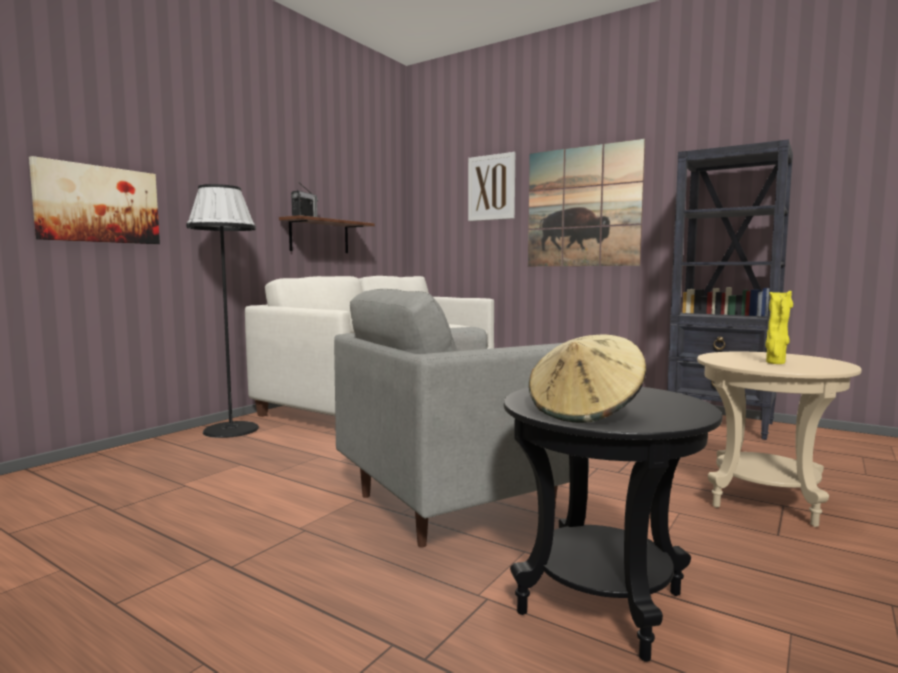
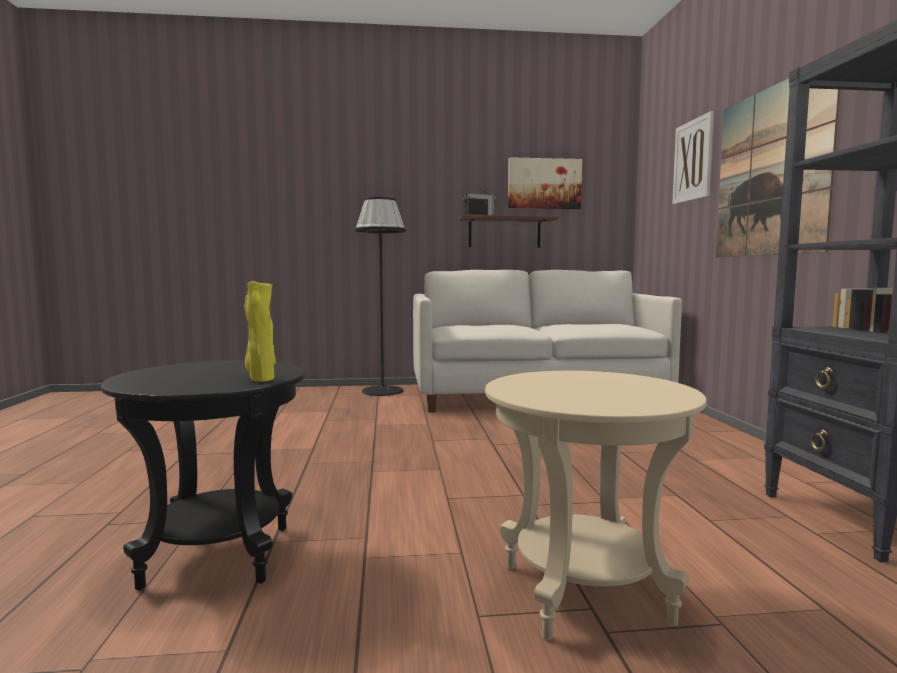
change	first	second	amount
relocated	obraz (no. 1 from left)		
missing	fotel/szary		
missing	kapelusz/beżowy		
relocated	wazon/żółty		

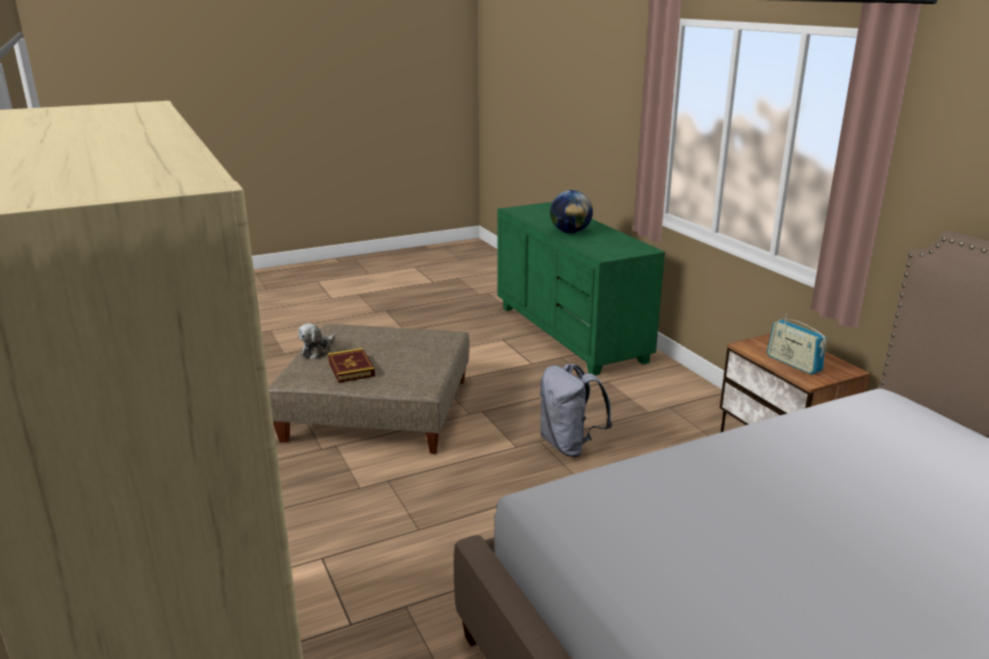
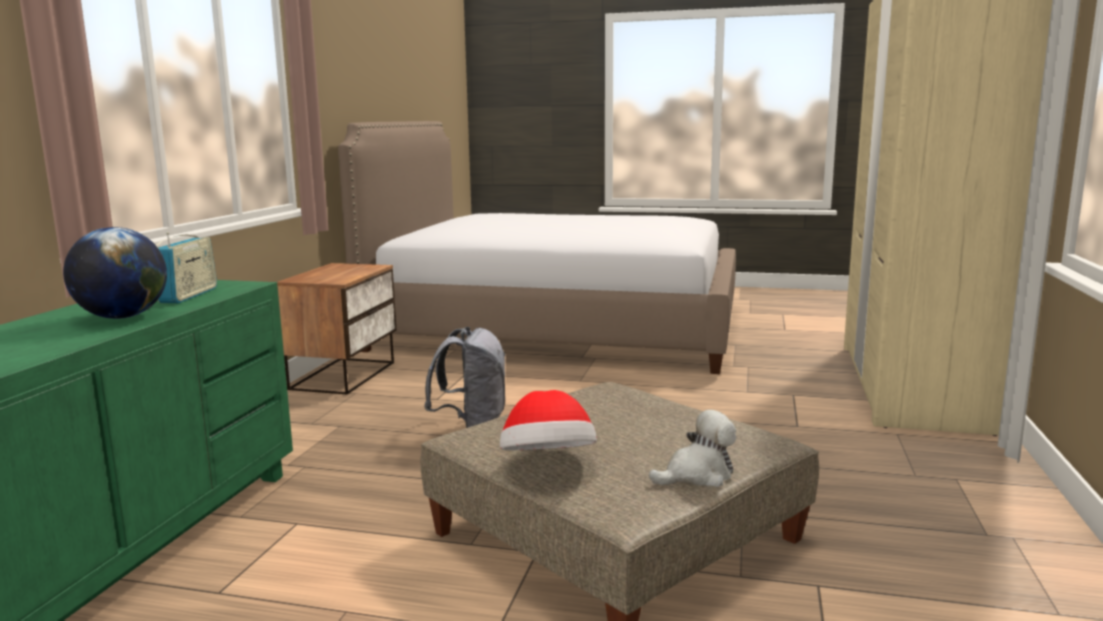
change	first	second	amount
missing	książka		
relocated	radio		
appeared		kapelusz	

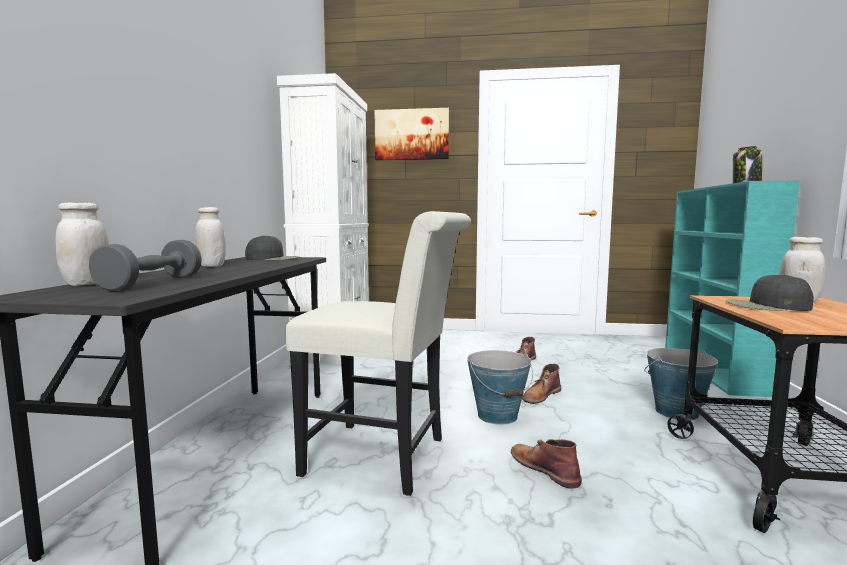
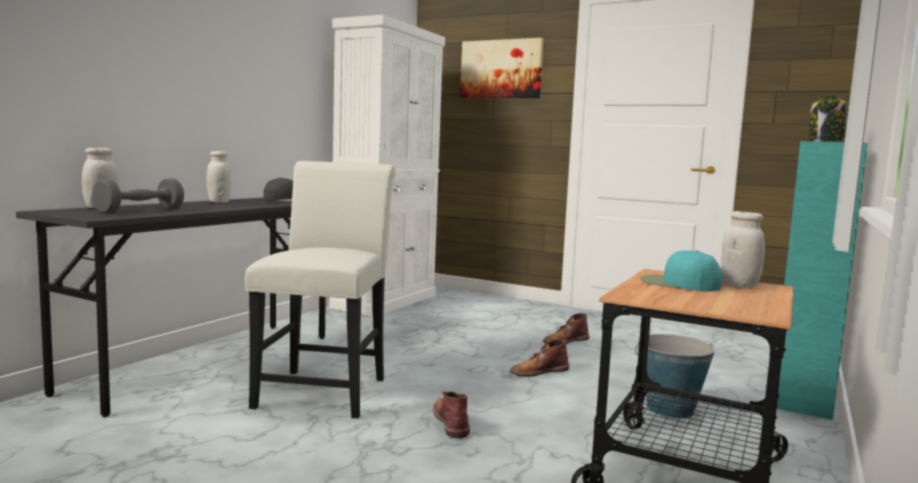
change	first	second	amount
spun	krzesło/biały		120 degrees counterclockwise
missing	wiadro (no. 1 from left)		
colour	czapka z daszkiem/czarny (no. 2 from left)	czapka z daszkiem/turkusowy	

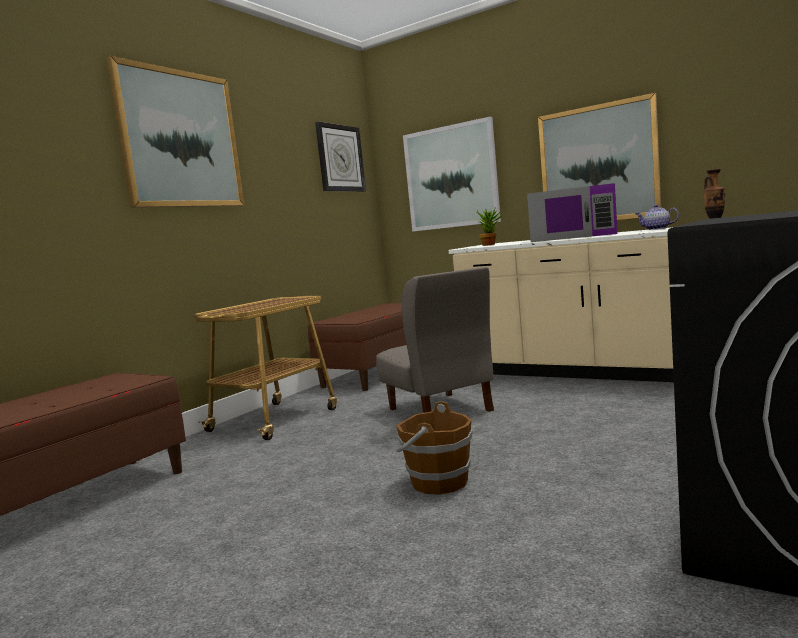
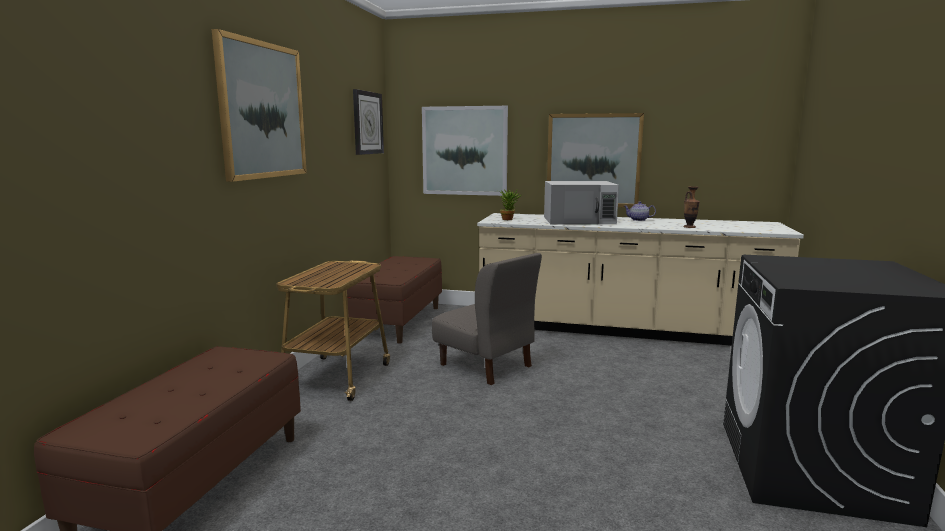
change	first	second	amount
missing	wiadro/brązowy		
colour	mikrofalówka/fioletowy	mikrofalówka/biały	

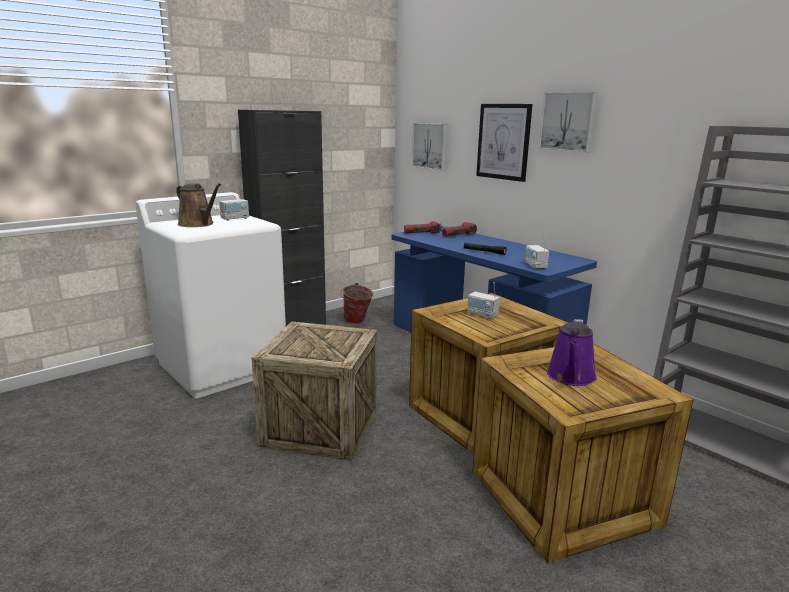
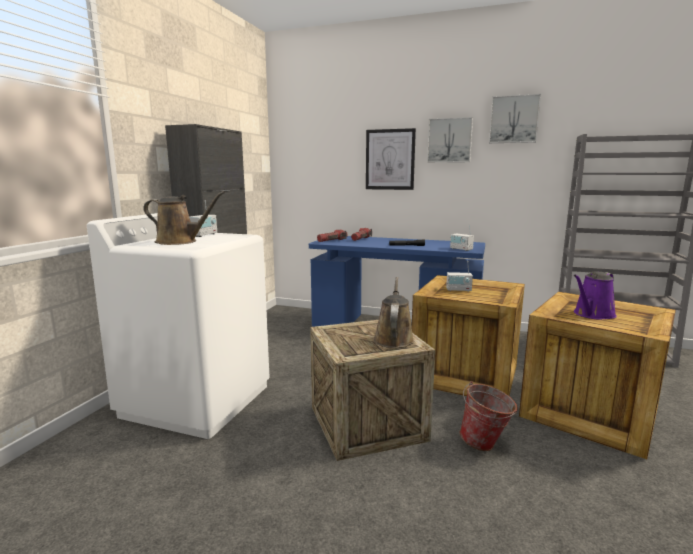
change	first	second	amount
relocated	wiadro		
relocated	obraz (no. 1 from left in the first image)	obraz (no. 3 from left)	
spun	konewka/fioletowy		60 degrees clockwise
appeared		konewka/brązowy (no. 2 from left)	

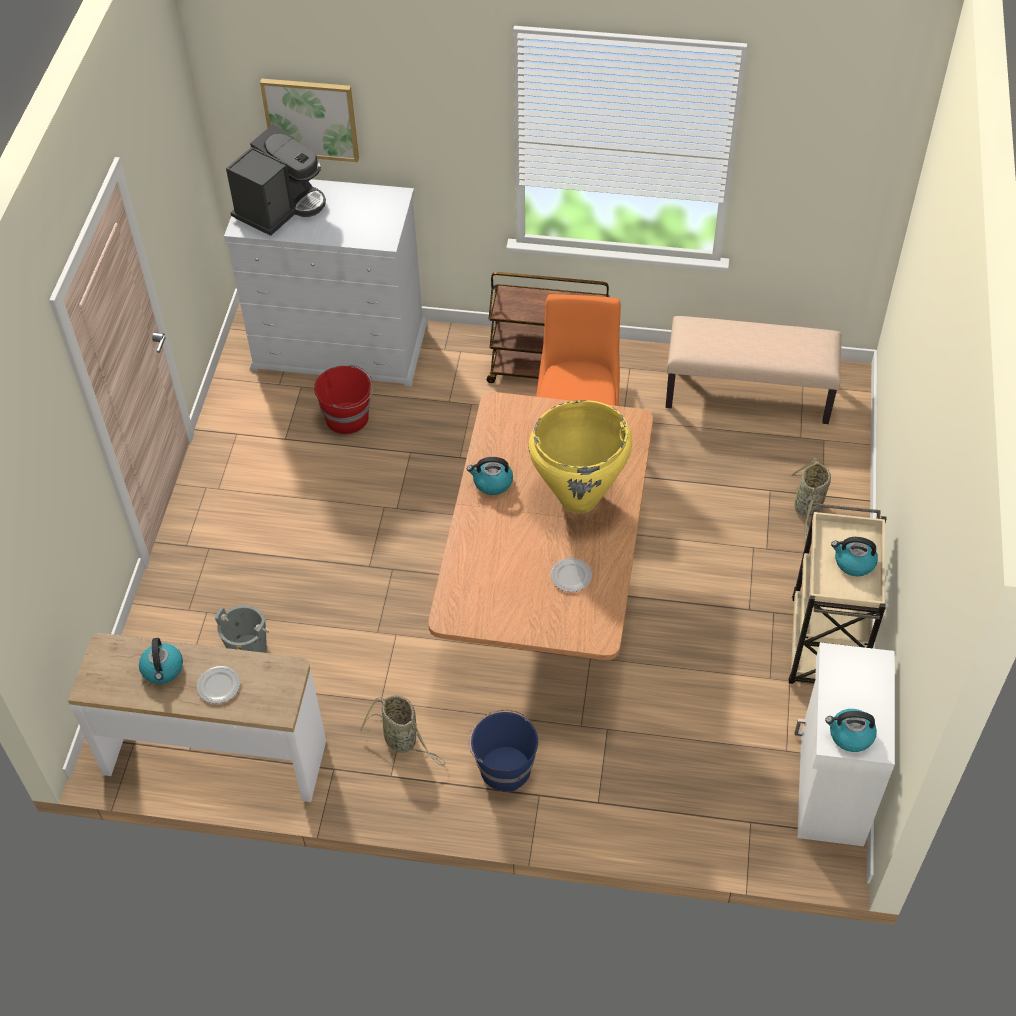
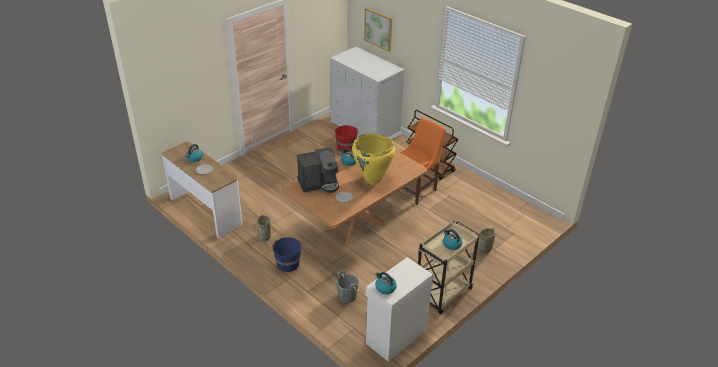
change	first	second	amount
relocated	wiadro/szary		
relocated	ekspres do kawy		
missing	ławka/beżowy		

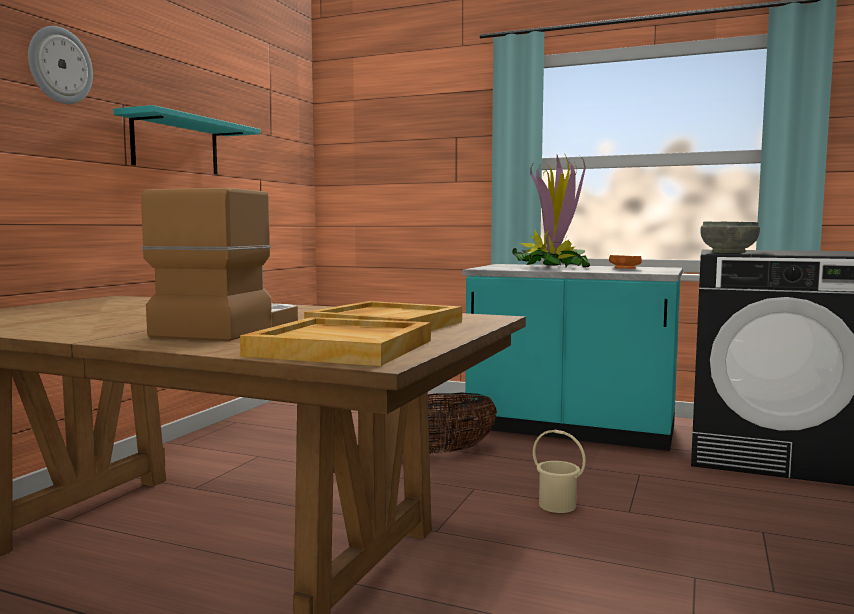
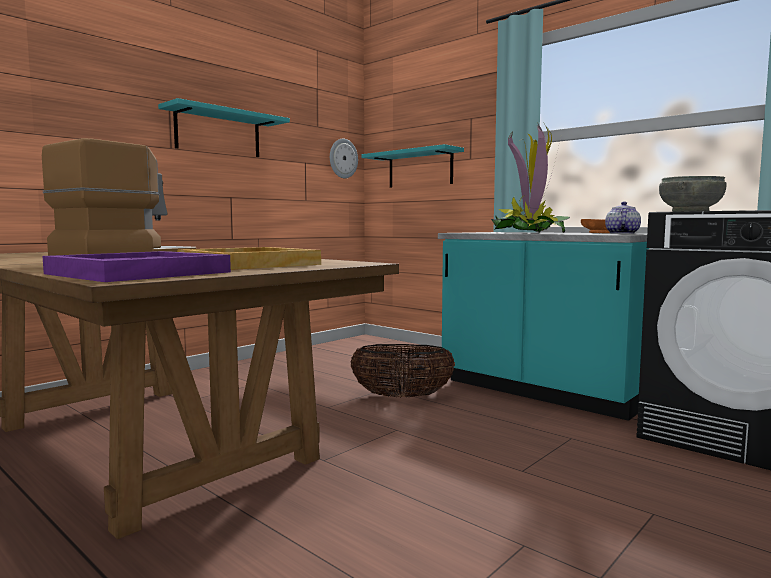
change	first	second	amount
relocated	zegar ścienny		
colour	taca/beżowy (no. 1 from left)	taca/fioletowy	
missing	wiadro/beżowy		
appeared		półka/turkusowy (no. 2 from left)	
appeared		imbryk	

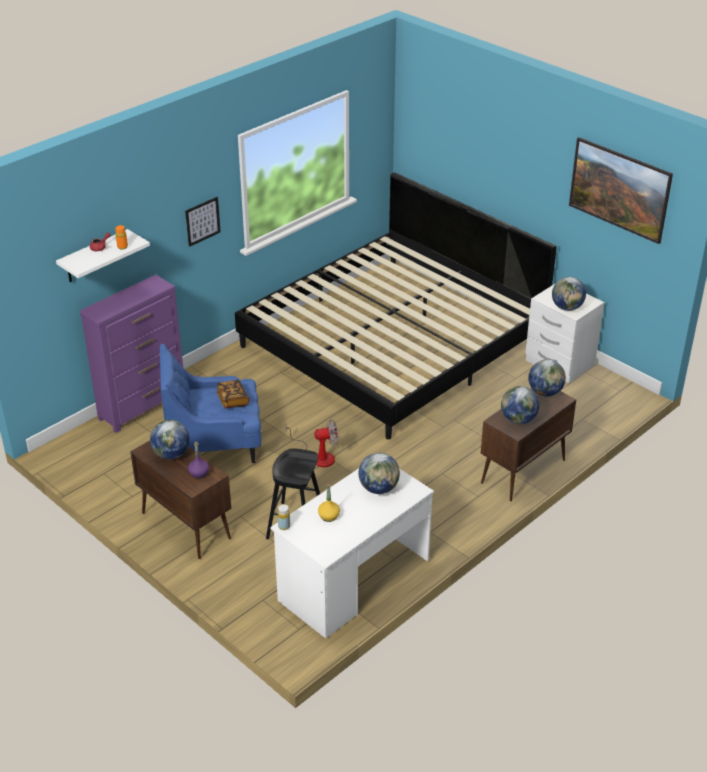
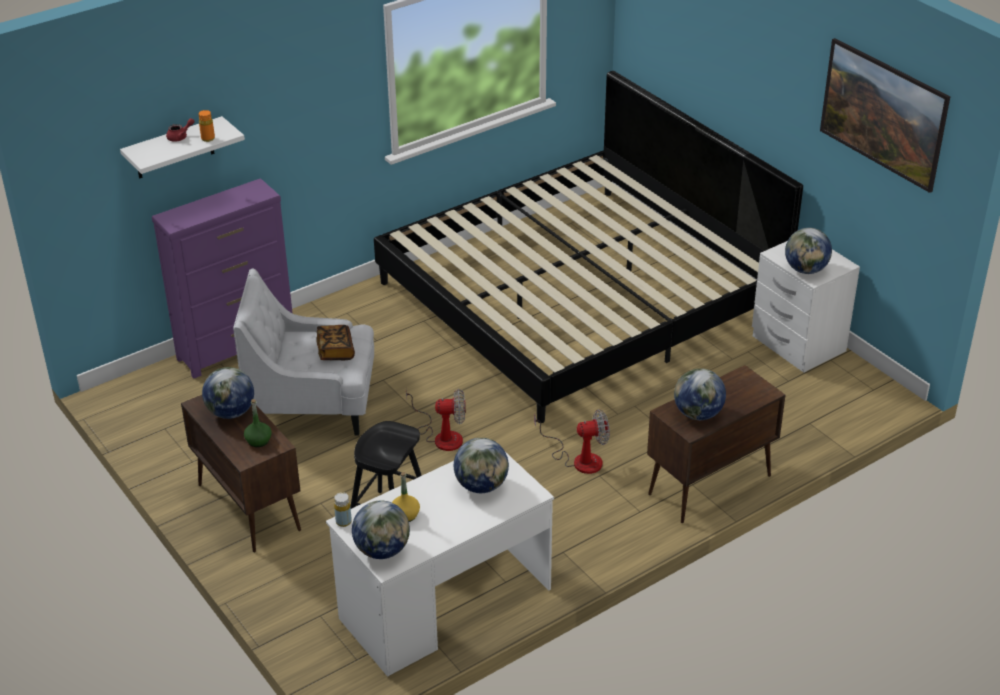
change	first	second	amount
colour	fotel/niebieski	fotel/biały	
missing	obraz (no. 1 from left)		
colour	butelka/fioletowy	butelka/zielony	
relocated	globus (no. 4 from left in the first image)	globus (no. 2 from left)	
appeared		wentylator (no. 2 from left)	

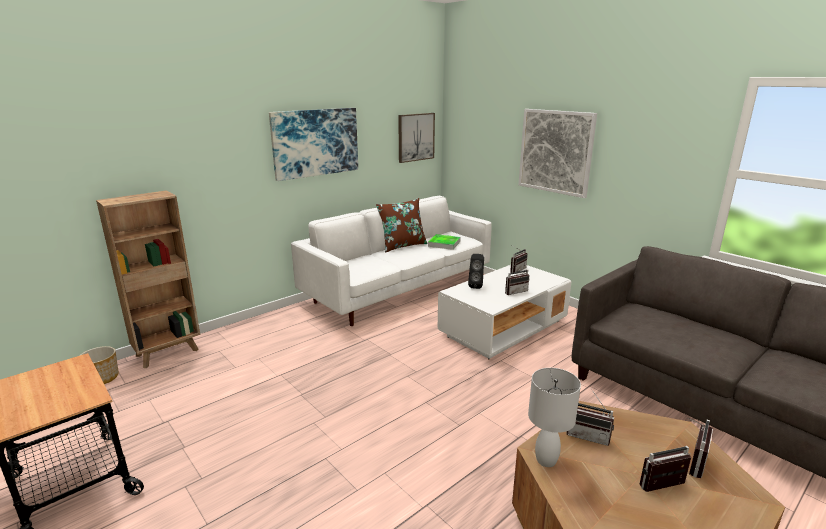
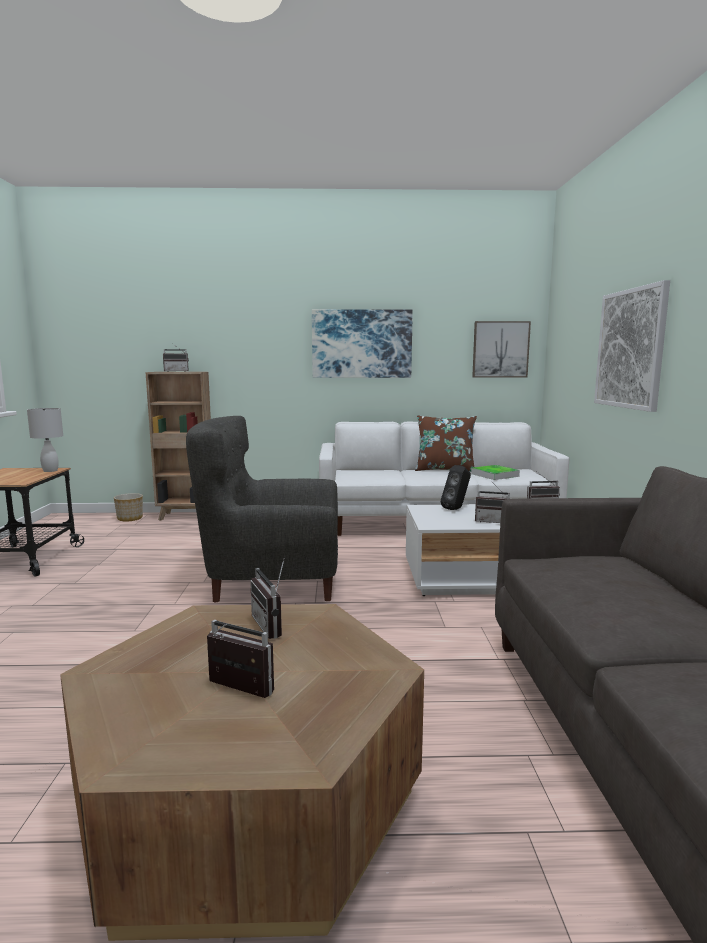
change	first	second	amount
relocated	lampa stołowa/biały		
relocated	radio (no. 5 from left in the first image)	radio (no. 1 from left)	
appeared		fotel/szary	

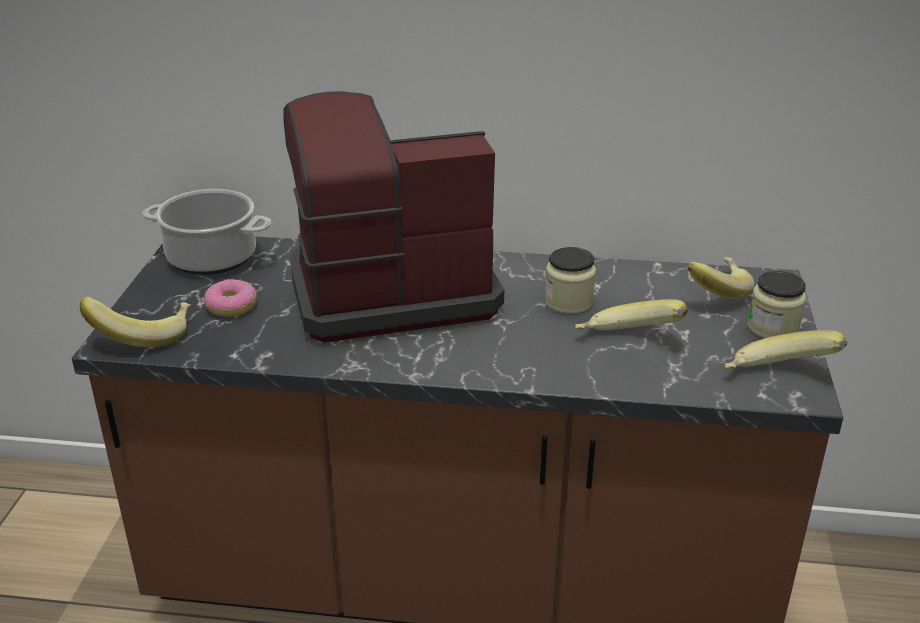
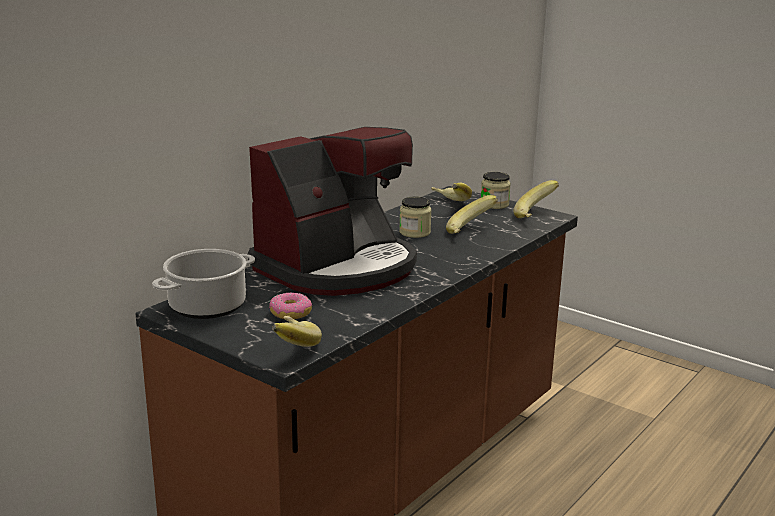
change	first	second	amount
spun	ekspres do kawy		150 degrees counterclockwise

